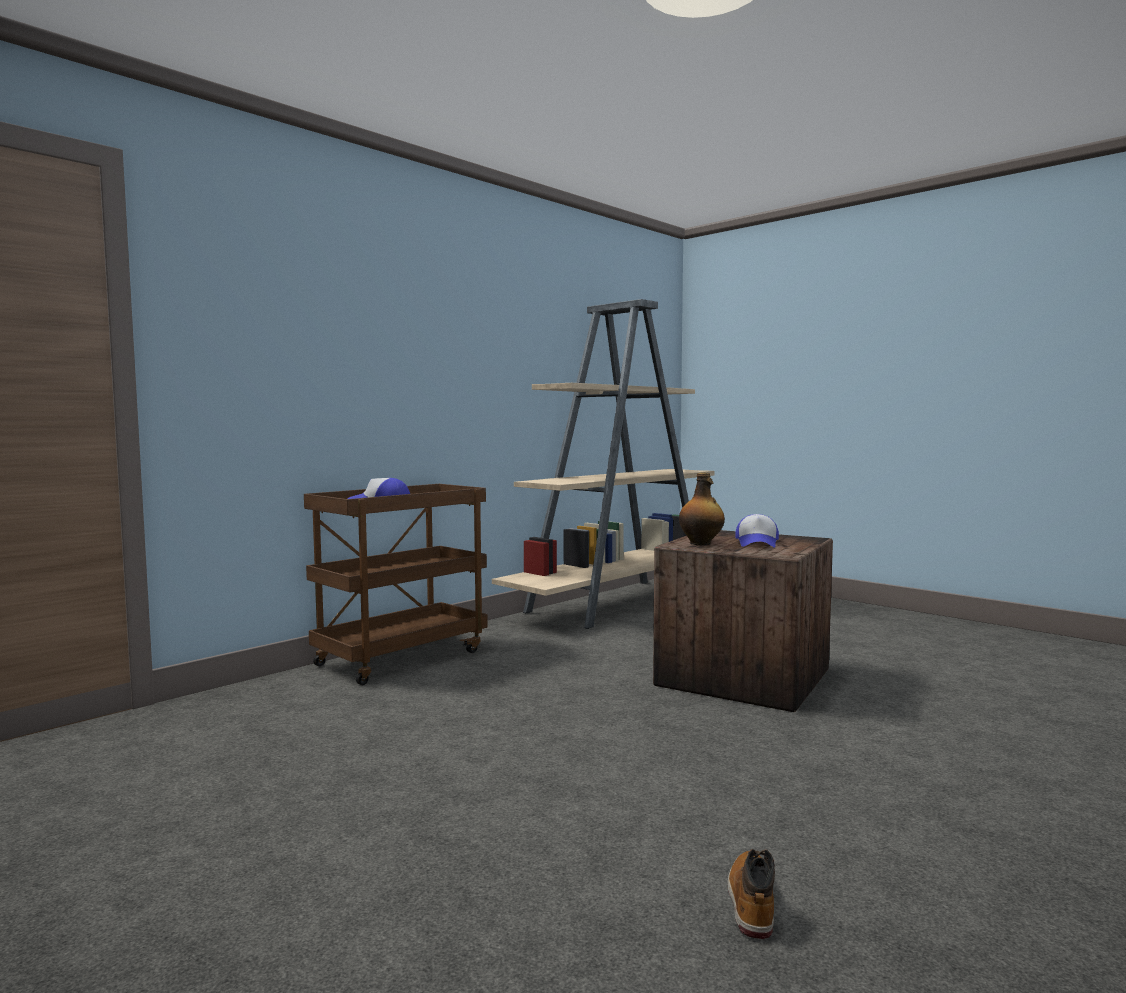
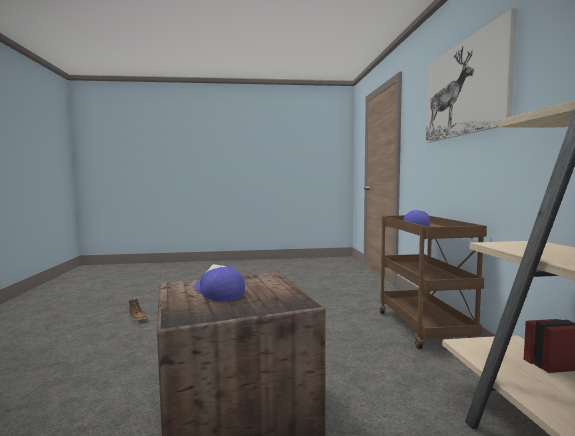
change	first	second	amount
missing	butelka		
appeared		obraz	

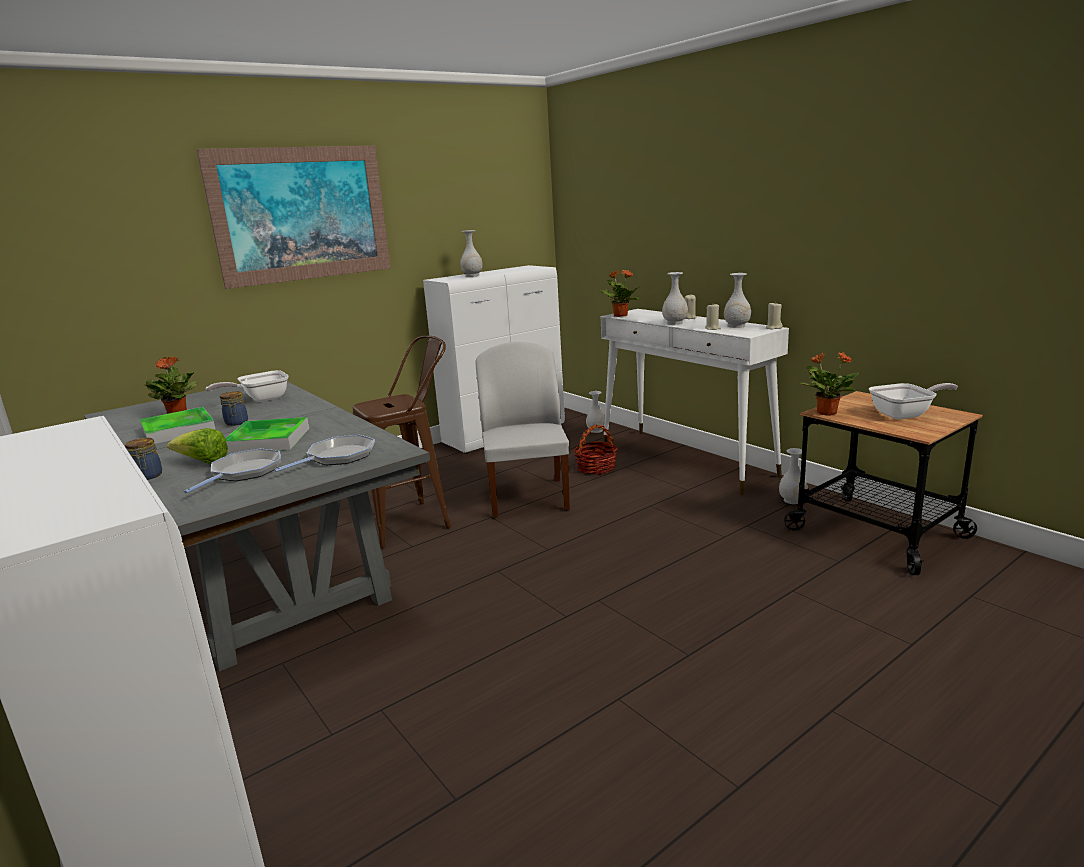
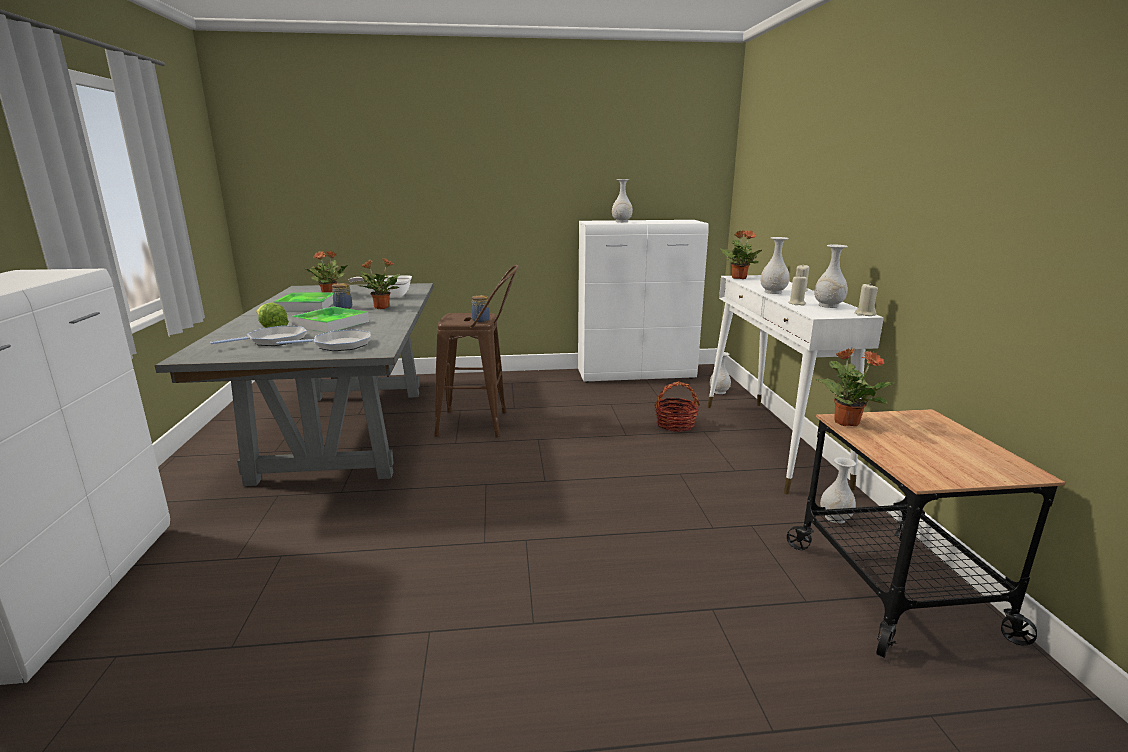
change	first	second	amount
relocated	słoik (no. 1 from left in the first image)	słoik (no. 2 from left)	
missing	obraz		
missing	krzesło/biały		
missing	patelnia (no. 4 from left)		
appeared		roślina doniczkowa (no. 2 from left)	

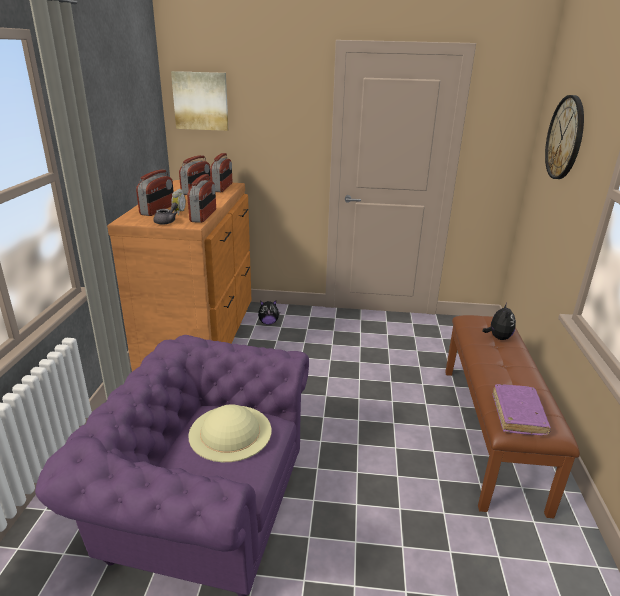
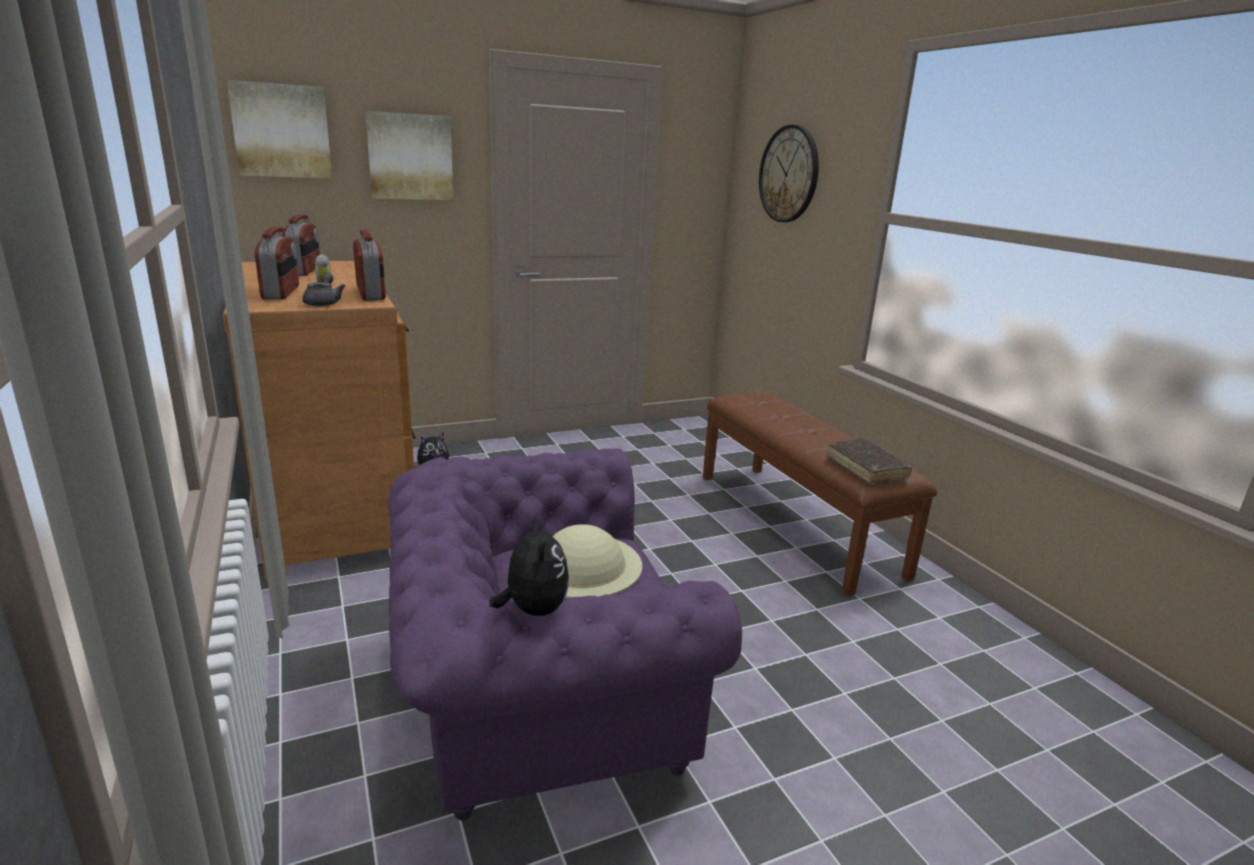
change	first	second	amount
missing	radio (no. 4 from left)		
relocated	pluszak (no. 2 from left)		
colour	książka/fioletowy	książka/brązowy	
appeared		obraz (no. 2 from left)	

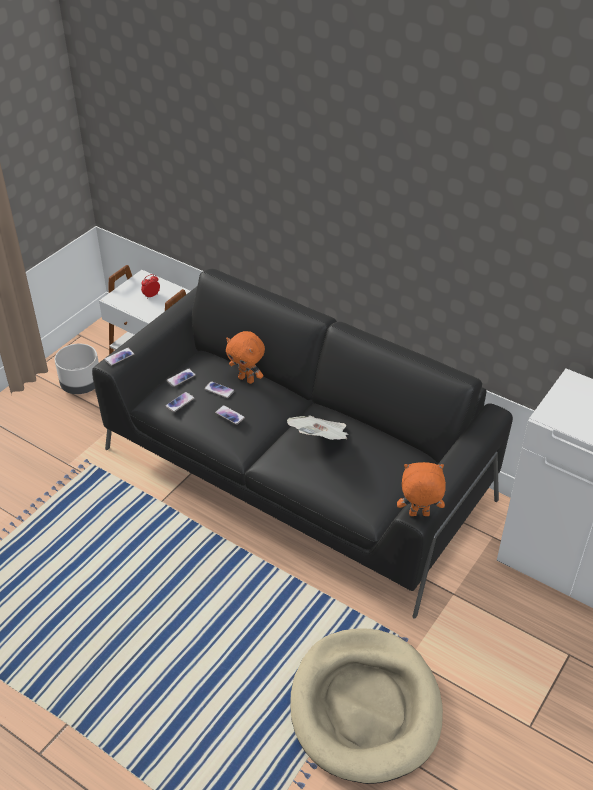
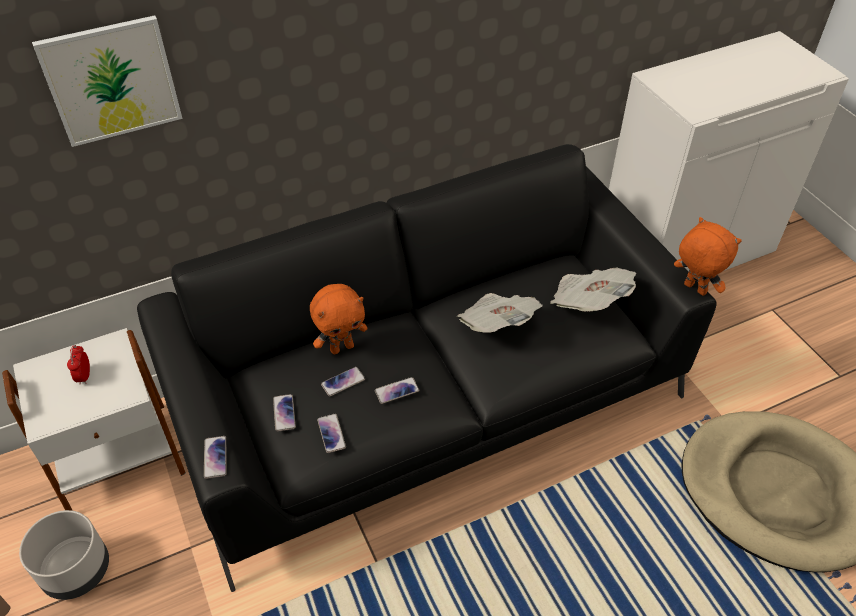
change	first	second	amount
spun	pluszak/pomarańczowy (no. 2 from left)		105 degrees clockwise
appeared		obraz	
appeared		gazeta (no. 2 from left)	

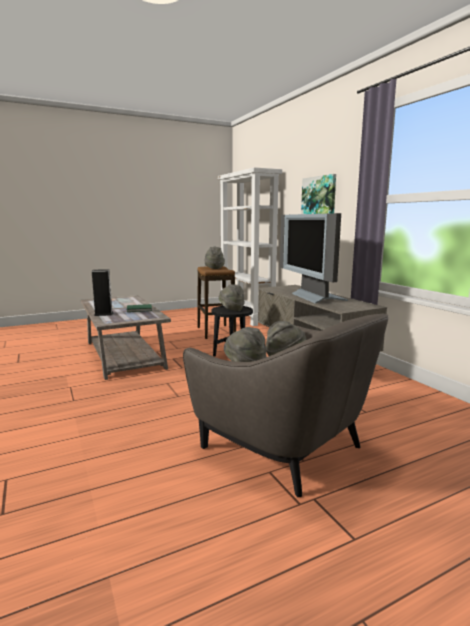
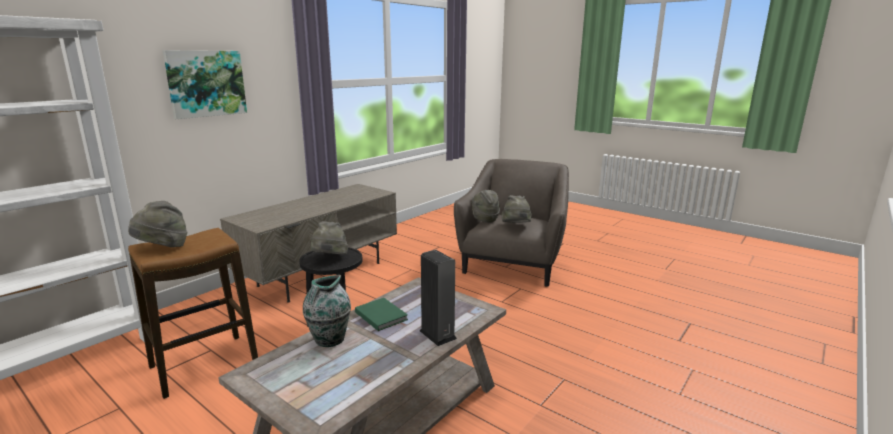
change	first	second	amount
missing	telewizor		
appeared		wazon	

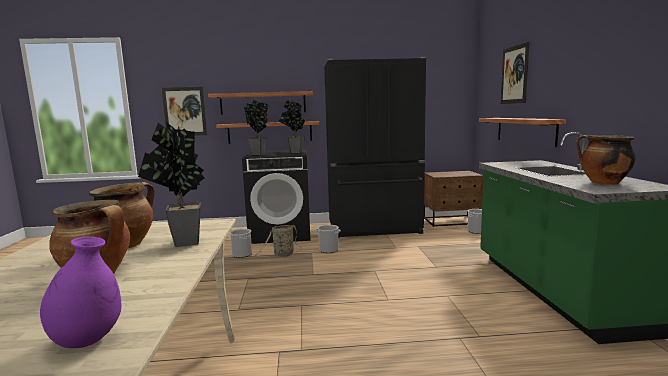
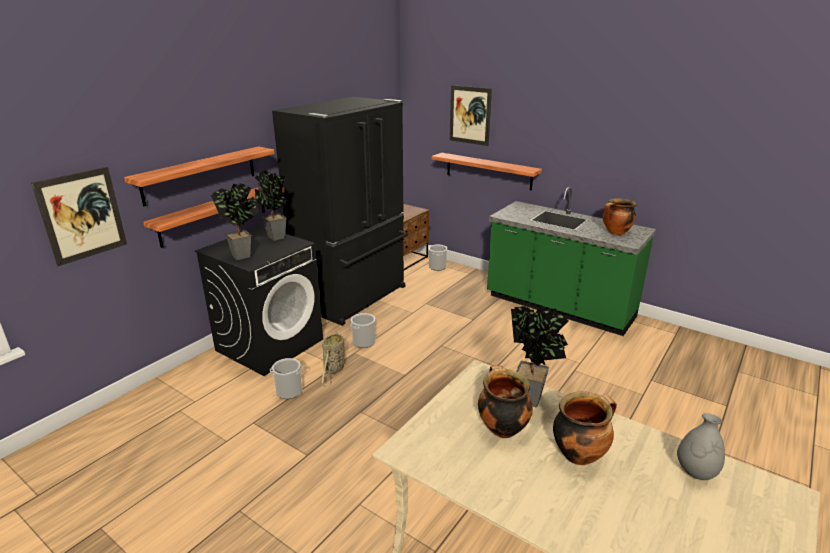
change	first	second	amount
colour	wazon/fioletowy	wazon/szary	

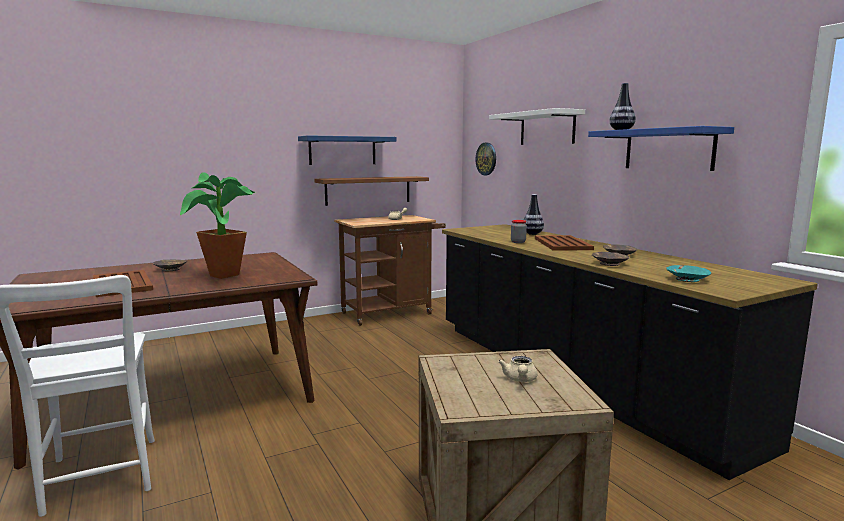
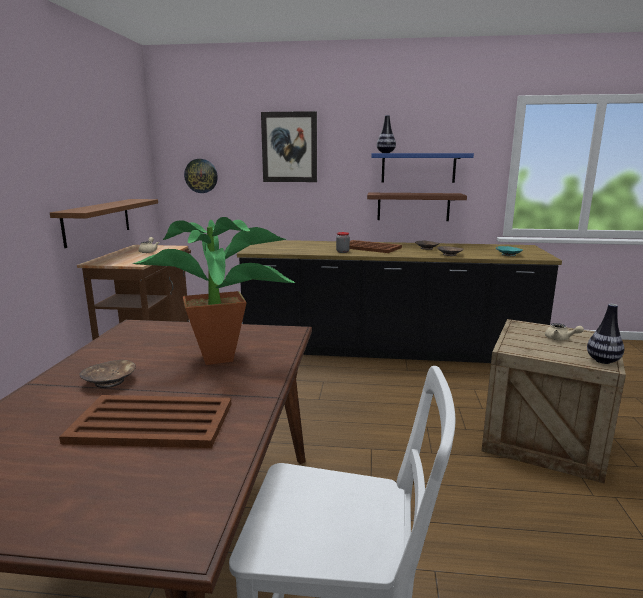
change	first	second	amount
missing	półka/niebieski (no. 1 from left)		
exchanged	półka/biały	obraz	
relocated	wazon (no. 1 from left in the first image)	wazon (no. 2 from left)	
appeared		półka/brązowy (no. 2 from left)	

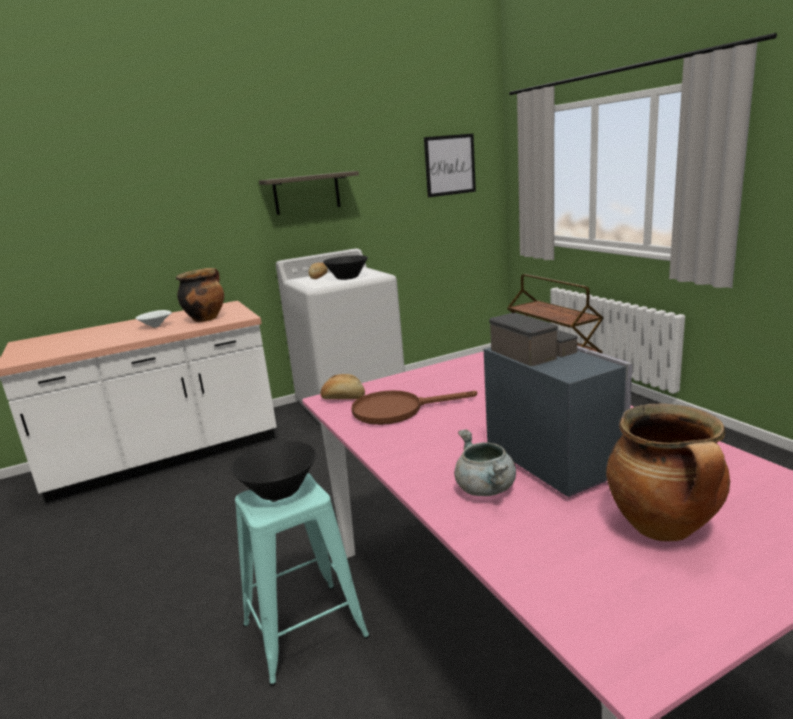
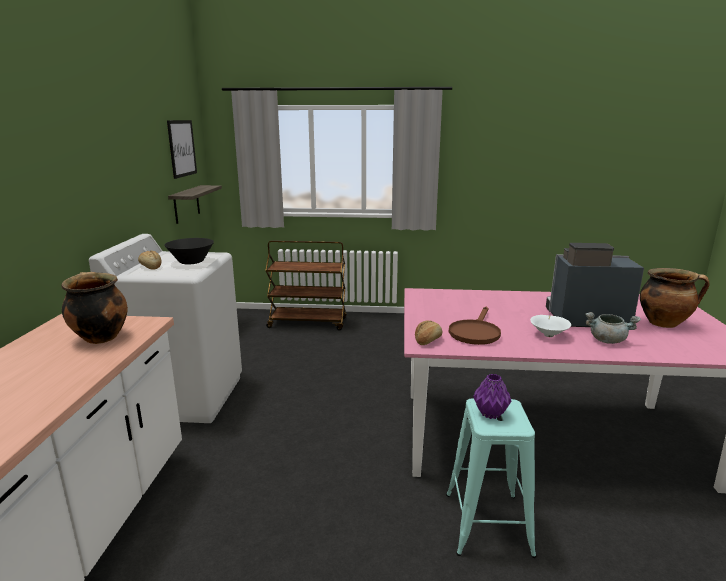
change	first	second	amount
relocated	miska/biały		
exchanged	miska/czarny (no. 1 from left)	wazon/fioletowy	
relocated	półka		

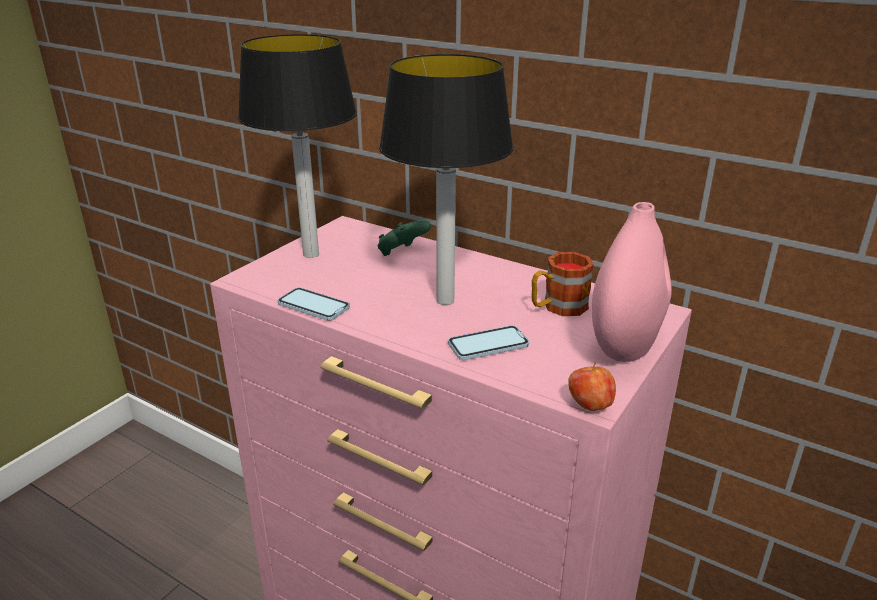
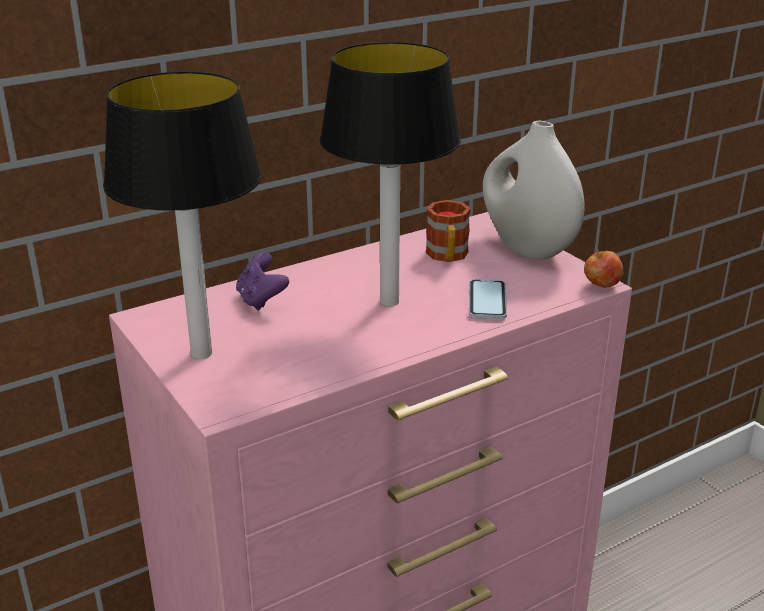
change	first	second	amount
missing	telefon (no. 1 from left)		
colour	pad do gier/zielony	pad do gier/fioletowy	
colour	wazon/różowy	wazon/biały	

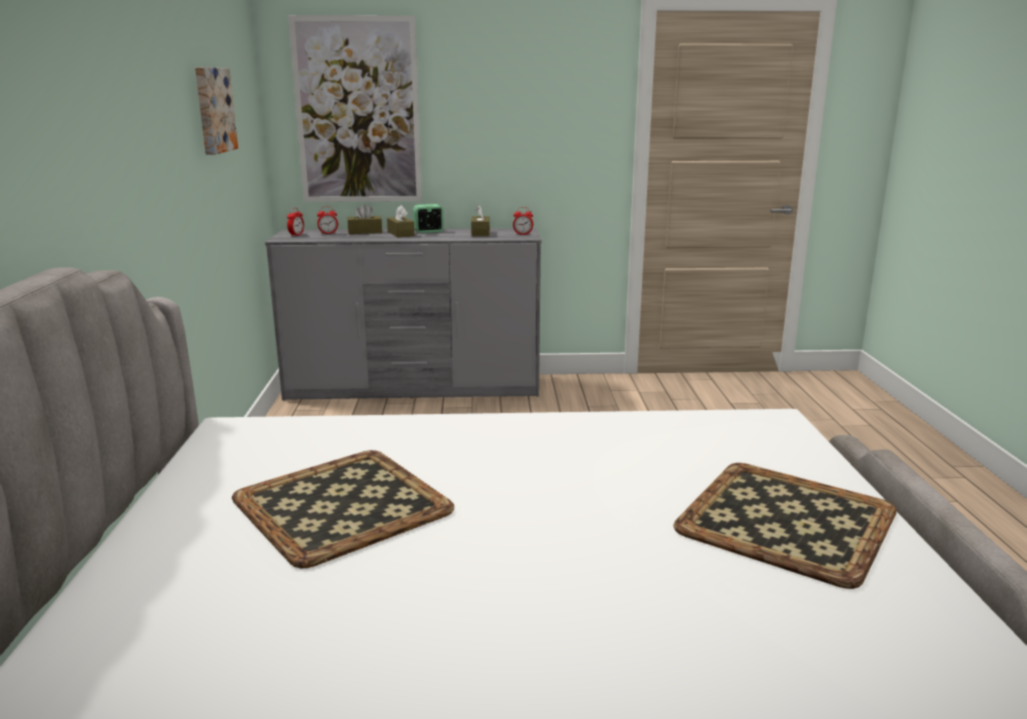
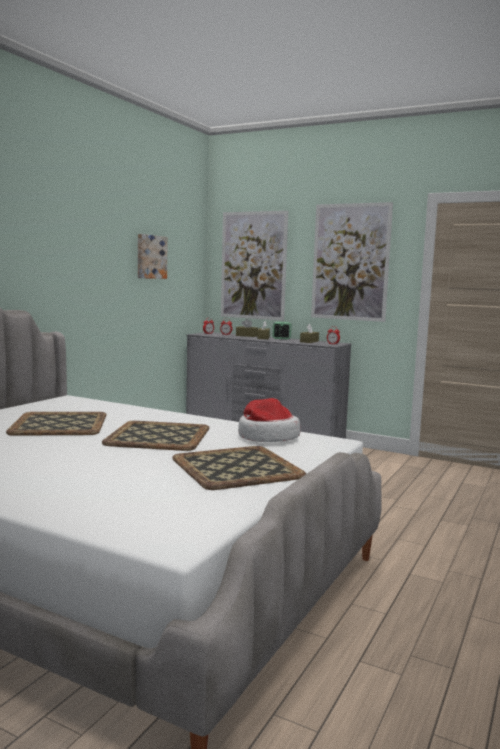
change	first	second	amount
appeared		taca (no. 2 from left)	
appeared		kapelusz	
appeared		obraz (no. 3 from left)	

